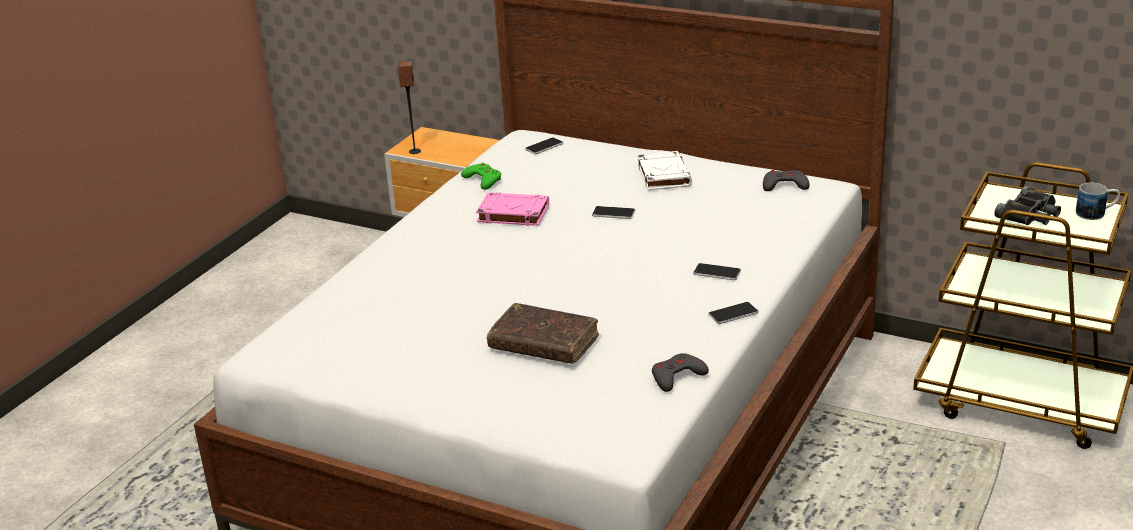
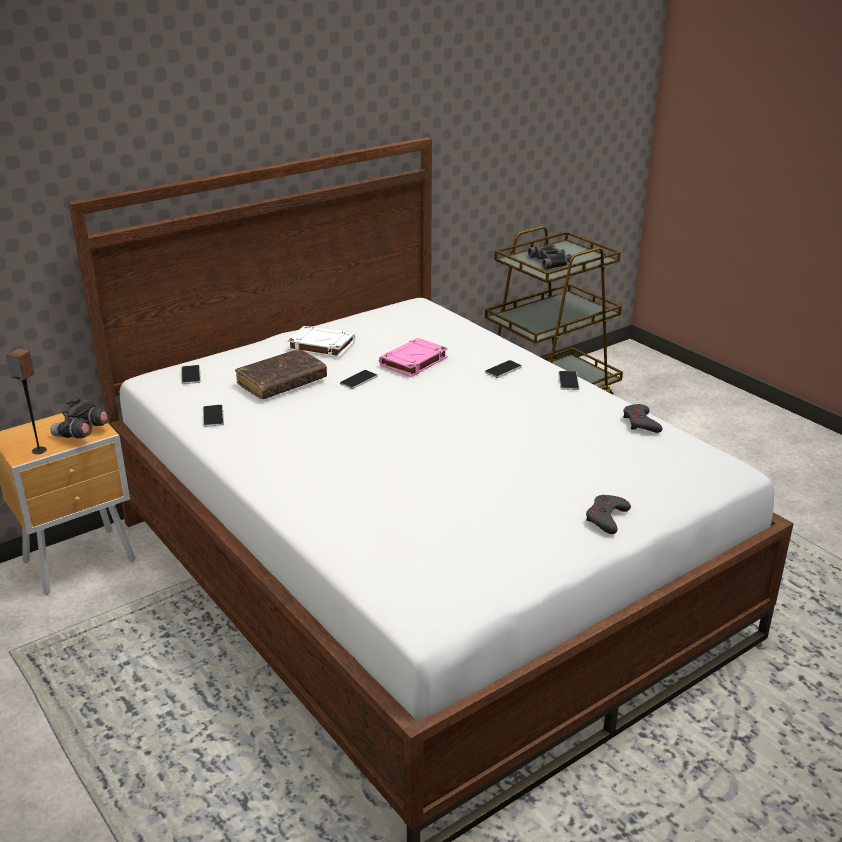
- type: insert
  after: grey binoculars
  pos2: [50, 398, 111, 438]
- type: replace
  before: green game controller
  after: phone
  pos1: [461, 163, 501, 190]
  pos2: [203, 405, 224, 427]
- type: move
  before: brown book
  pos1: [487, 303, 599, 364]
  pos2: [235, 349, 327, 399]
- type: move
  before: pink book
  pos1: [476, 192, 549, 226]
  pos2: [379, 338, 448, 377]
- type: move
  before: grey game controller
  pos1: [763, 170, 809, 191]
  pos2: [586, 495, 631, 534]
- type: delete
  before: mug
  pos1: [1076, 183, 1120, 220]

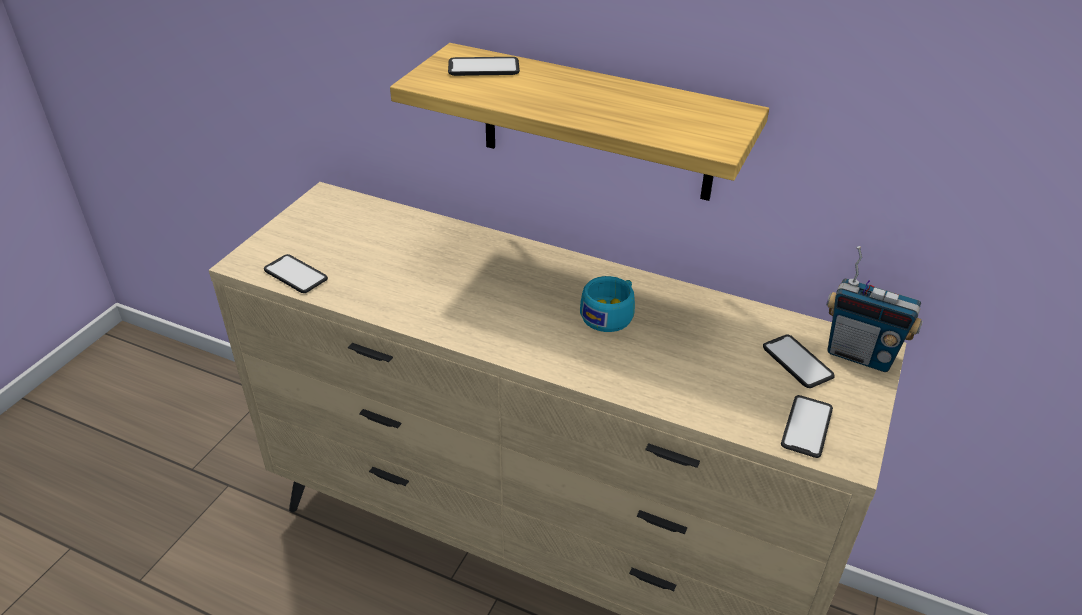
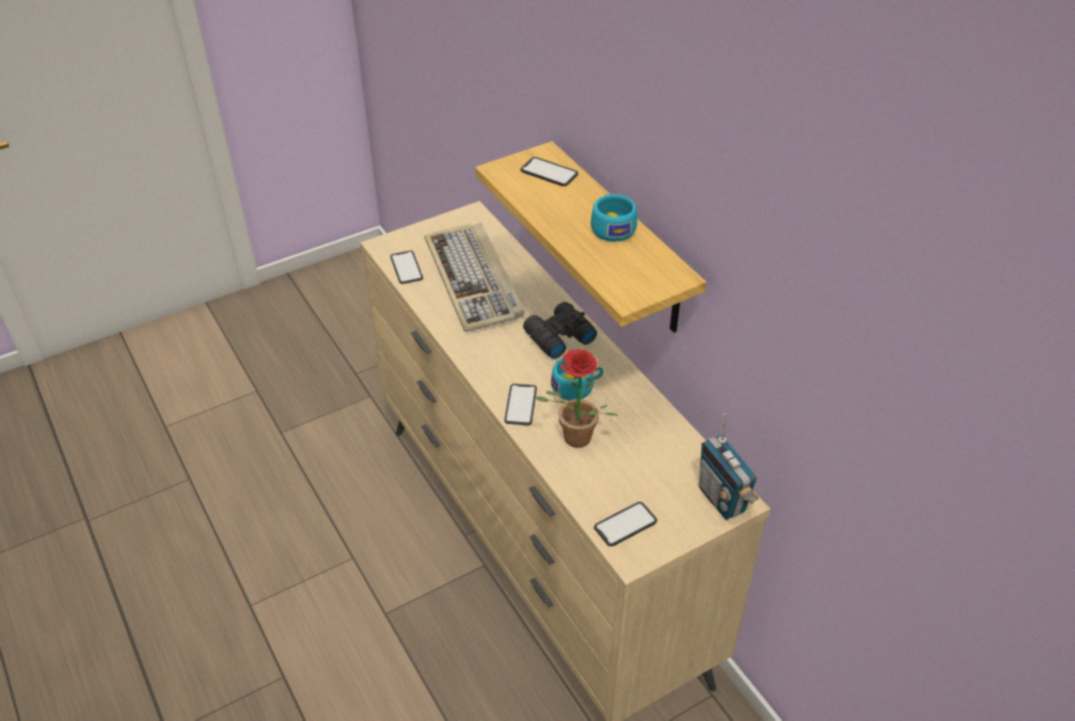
- type: insert
  after: keyboard
  pos2: [425, 223, 524, 332]
- type: move
  before: phone
  pos1: [763, 335, 835, 388]
  pos2: [504, 384, 537, 425]
- type: insert
  after: black binoculars
  pos2: [523, 302, 597, 359]
- type: insert
  after: potted plant
  pos2: [535, 349, 618, 448]
- type: insert
  after: turquoise cup
  pos2: [591, 194, 637, 242]

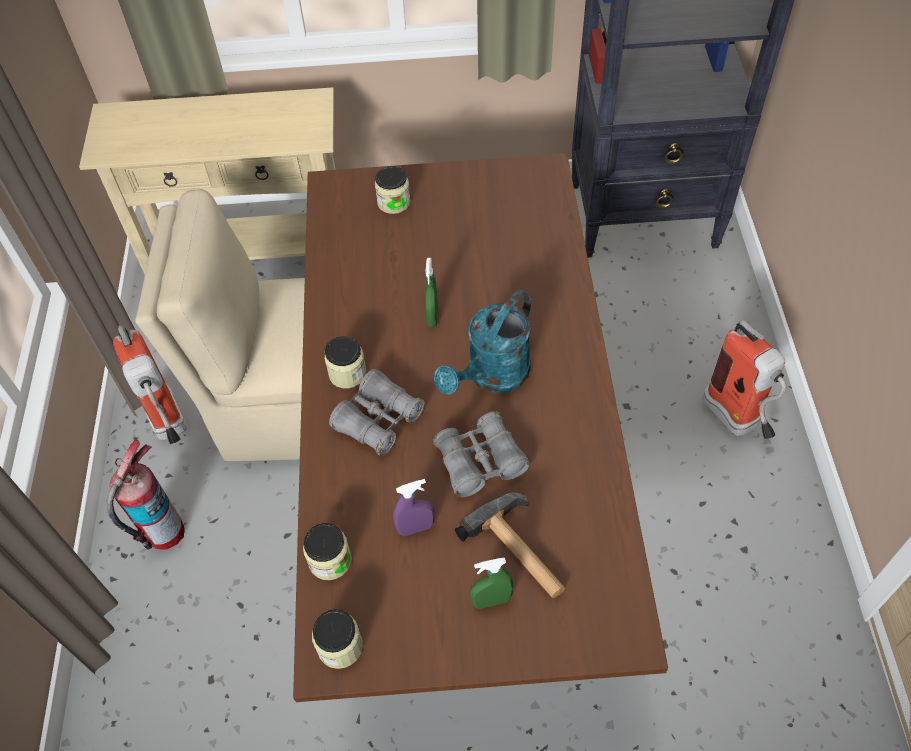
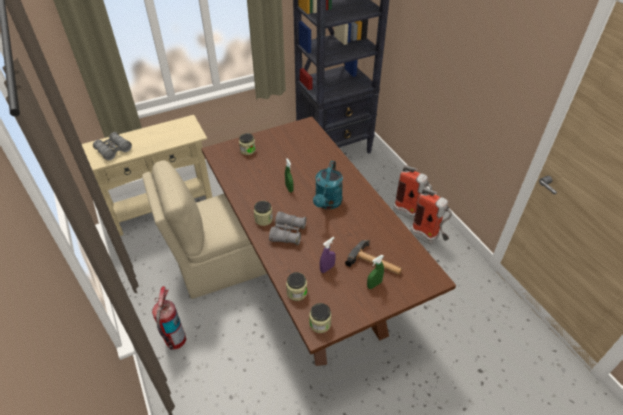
- type: move
  before: grey binoculars
  pos1: [433, 411, 530, 497]
  pos2: [93, 132, 132, 161]
- type: move
  before: fire extinguisher
  pos1: [113, 325, 187, 444]
  pos2: [410, 188, 452, 244]

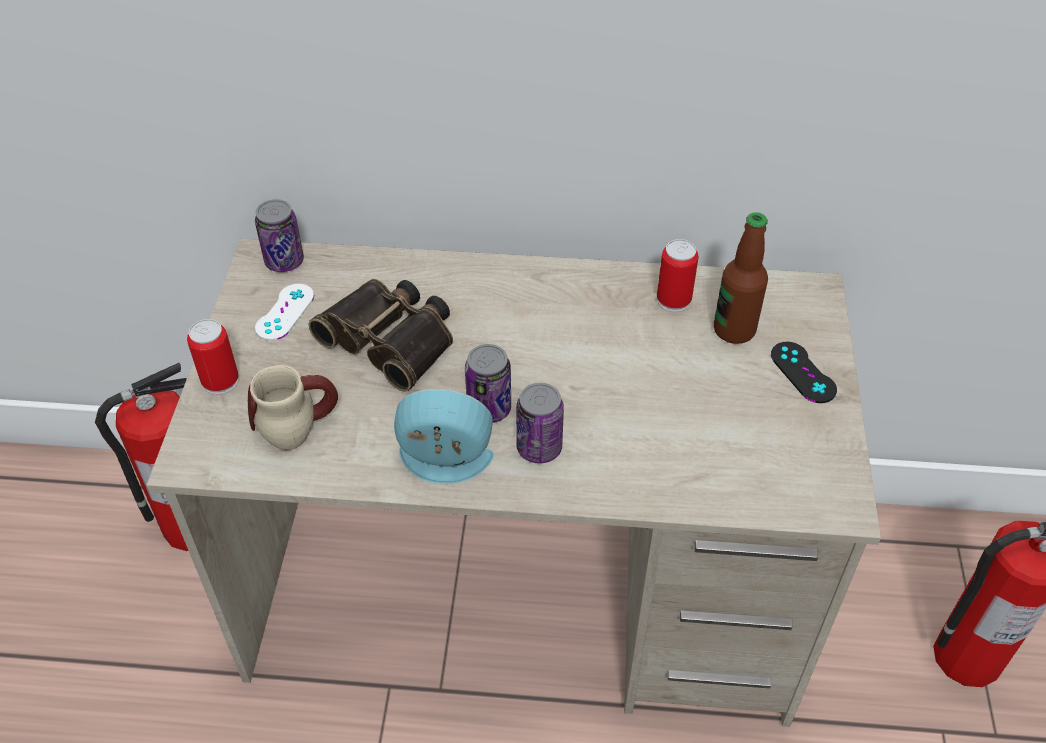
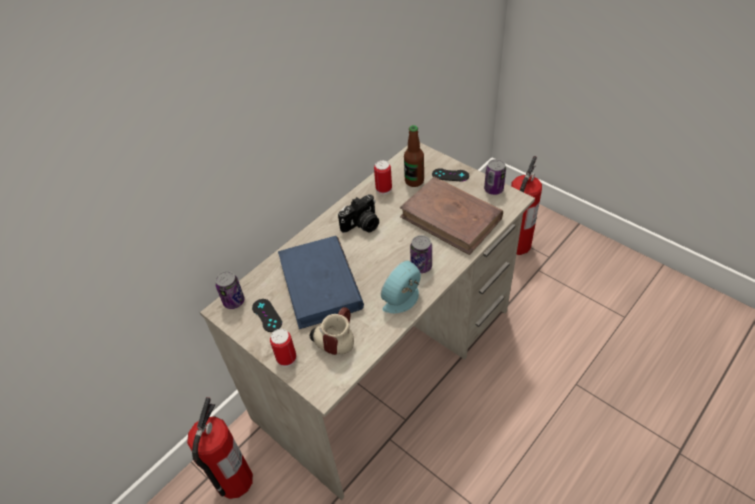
- type: recolor
  before: white game controller
  after: black game controller
  pos1: [255, 284, 314, 341]
  pos2: [252, 299, 282, 332]
- type: replace
  before: binoculars
  after: blue book
  pos1: [308, 279, 453, 392]
  pos2: [278, 236, 364, 329]
- type: insert
  after: photo camera
  pos2: [338, 194, 379, 233]
- type: insert
  after: brown book
  pos2: [400, 177, 503, 255]
- type: move
  before: can
  pos1: [465, 344, 511, 423]
  pos2: [484, 159, 506, 195]

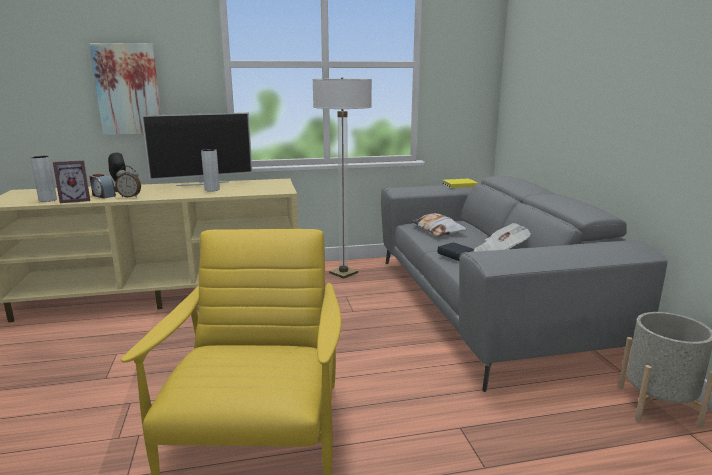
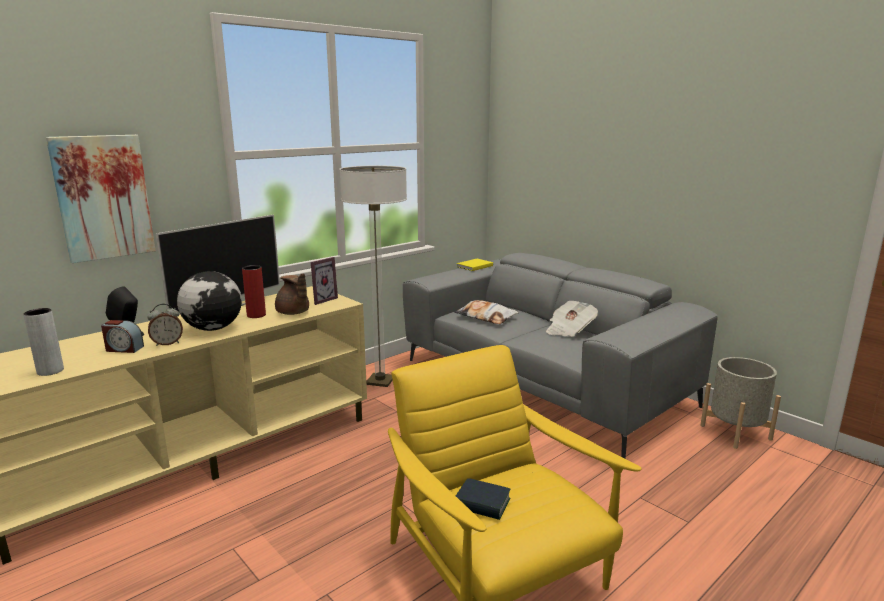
- type: insert
  after: globe
  pos2: [177, 271, 242, 331]
- type: recolor
  before: grey vase
  after: red vase
  pos1: [201, 149, 220, 191]
  pos2: [242, 265, 266, 318]
- type: insert
  after: brown teapot
  pos2: [275, 273, 309, 315]
- type: move
  before: picture frame
  pos1: [53, 160, 90, 203]
  pos2: [311, 257, 338, 305]
- type: move
  before: book
  pos1: [437, 242, 475, 261]
  pos2: [456, 478, 510, 520]

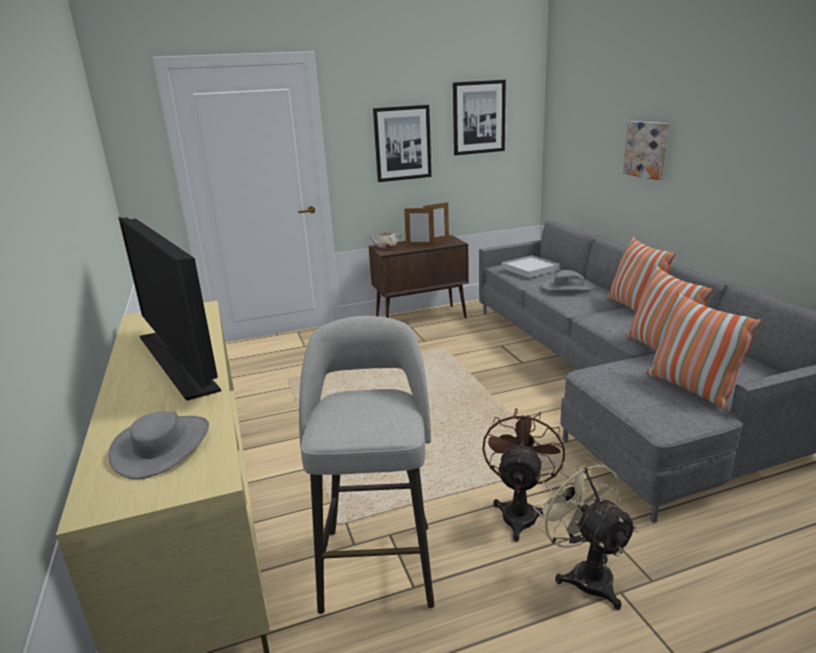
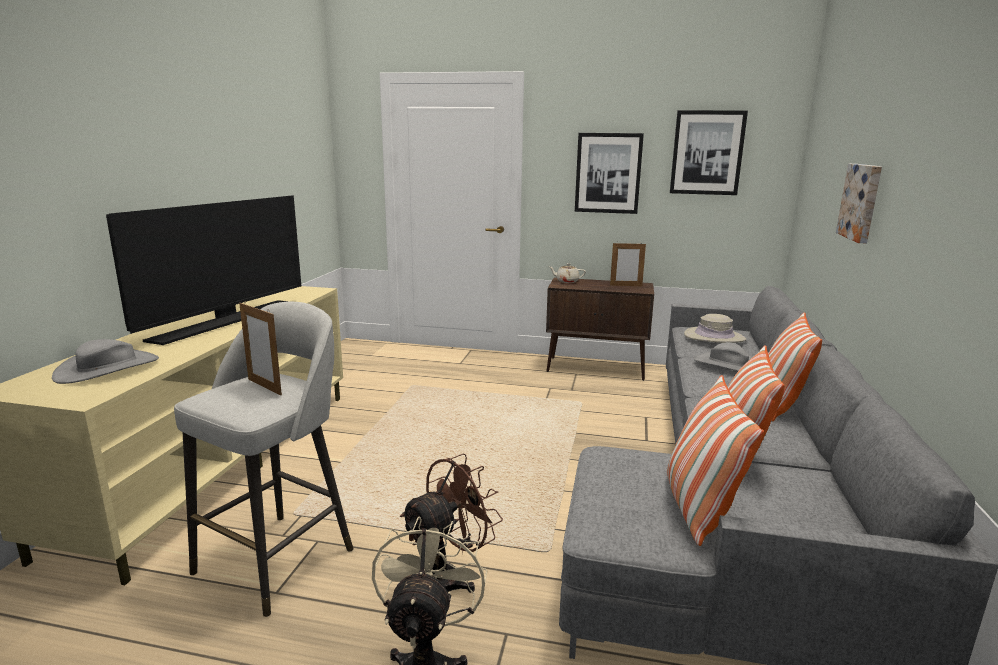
- type: rotate
  before: television
  pos1: [118, 217, 221, 401]
  pos2: [106, 195, 301, 345]
  turn: -150
- type: move
  before: picture frame
  pos1: [404, 208, 435, 246]
  pos2: [239, 301, 282, 395]
- type: replace
  before: white tray
  after: beige hat
  pos1: [502, 255, 560, 278]
  pos2: [684, 314, 746, 343]

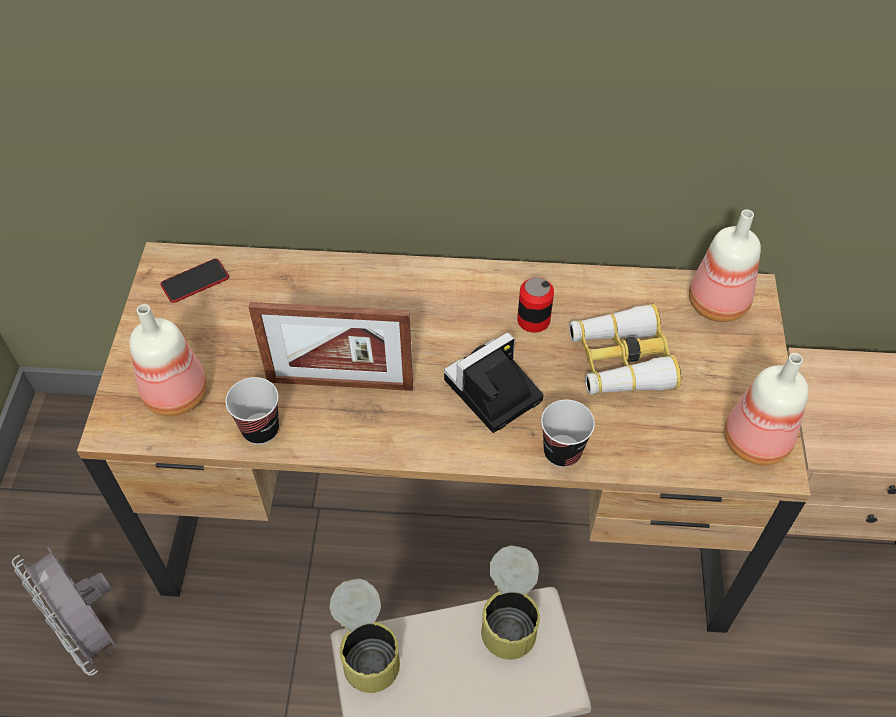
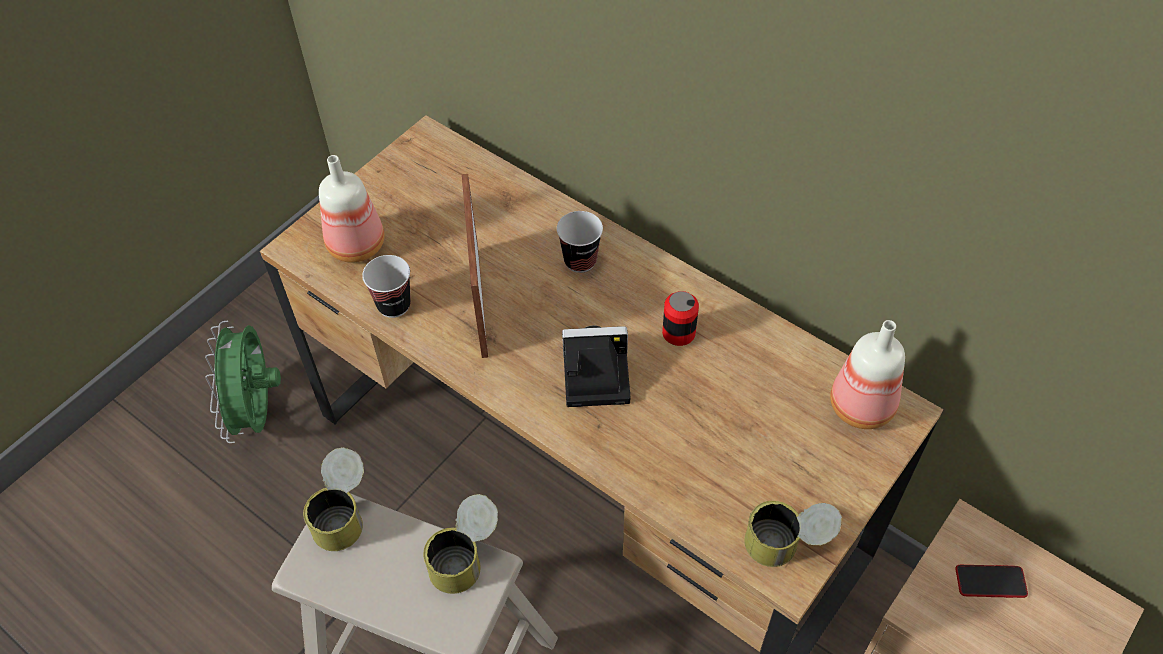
- type: recolor
  before: grey fan
  after: green fan
  pos1: [12, 547, 117, 676]
  pos2: [205, 321, 281, 443]
- type: rotate
  before: picture frame
  pos1: [248, 302, 413, 391]
  pos2: [462, 174, 488, 358]
  turn: 45
- type: move
  before: cup
  pos1: [541, 400, 595, 467]
  pos2: [557, 211, 603, 273]
- type: replace
  before: bottle
  after: can
  pos1: [724, 353, 809, 465]
  pos2: [744, 501, 842, 567]
- type: move
  before: phone
  pos1: [161, 259, 229, 303]
  pos2: [956, 565, 1028, 598]
- type: delete
  before: binoculars
  pos1: [569, 304, 681, 395]

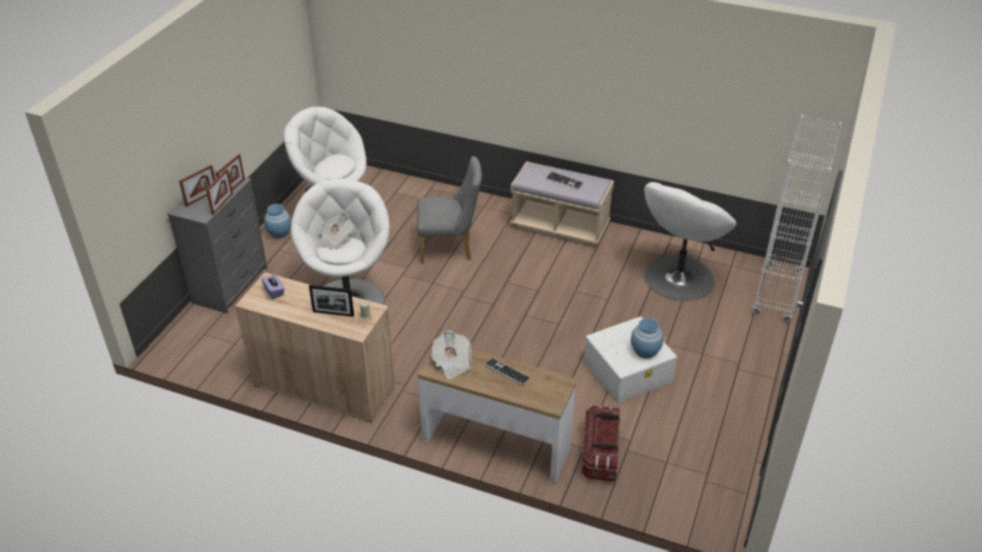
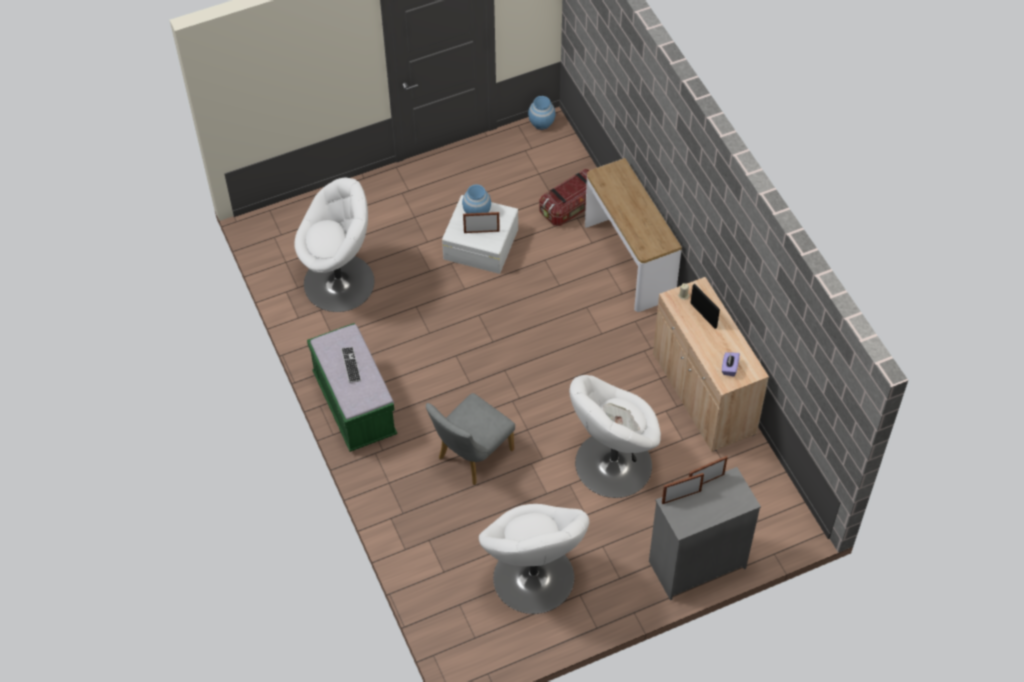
- type: recolor
  before: beige bench
  after: green bench
  pos1: [510, 161, 614, 246]
  pos2: [307, 323, 397, 452]
- type: rotate
  before: grey chair
  pos1: [417, 156, 482, 263]
  pos2: [426, 393, 515, 485]
  turn: -90
- type: move
  before: picture frame
  pos1: [179, 165, 215, 207]
  pos2: [463, 212, 500, 233]
- type: move
  before: blue vase
  pos1: [264, 204, 291, 238]
  pos2: [528, 96, 556, 130]
- type: delete
  before: newspaper
  pos1: [431, 330, 472, 379]
- type: delete
  before: keyboard
  pos1: [484, 358, 530, 385]
- type: delete
  before: white bookcase
  pos1: [753, 115, 842, 322]

